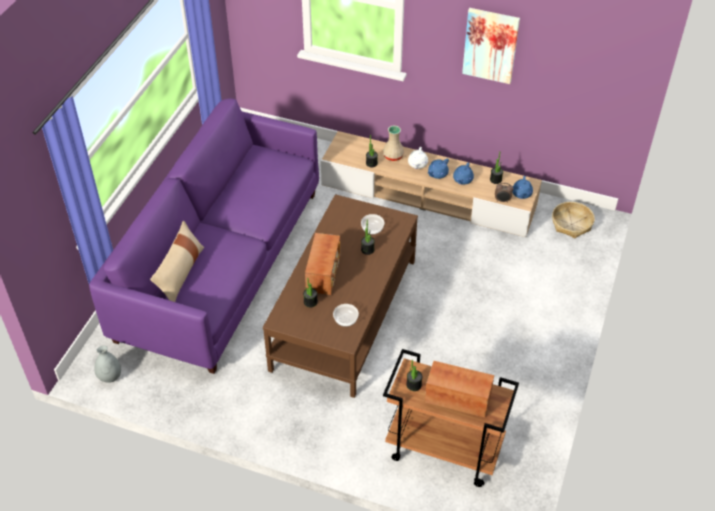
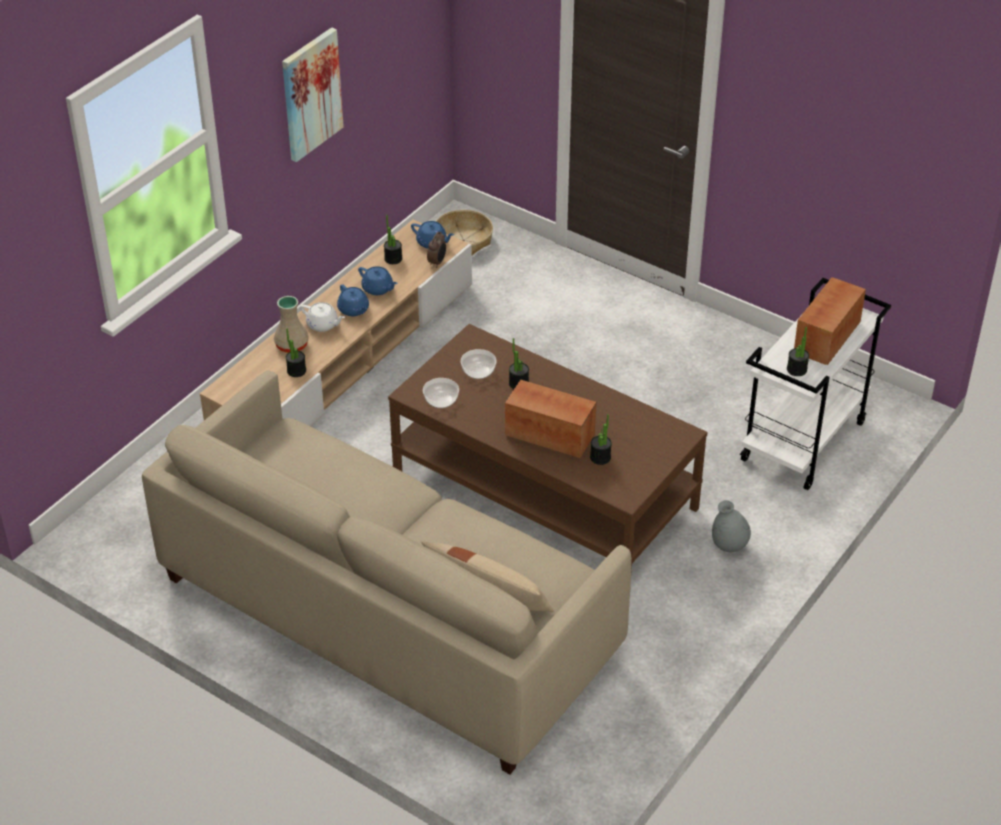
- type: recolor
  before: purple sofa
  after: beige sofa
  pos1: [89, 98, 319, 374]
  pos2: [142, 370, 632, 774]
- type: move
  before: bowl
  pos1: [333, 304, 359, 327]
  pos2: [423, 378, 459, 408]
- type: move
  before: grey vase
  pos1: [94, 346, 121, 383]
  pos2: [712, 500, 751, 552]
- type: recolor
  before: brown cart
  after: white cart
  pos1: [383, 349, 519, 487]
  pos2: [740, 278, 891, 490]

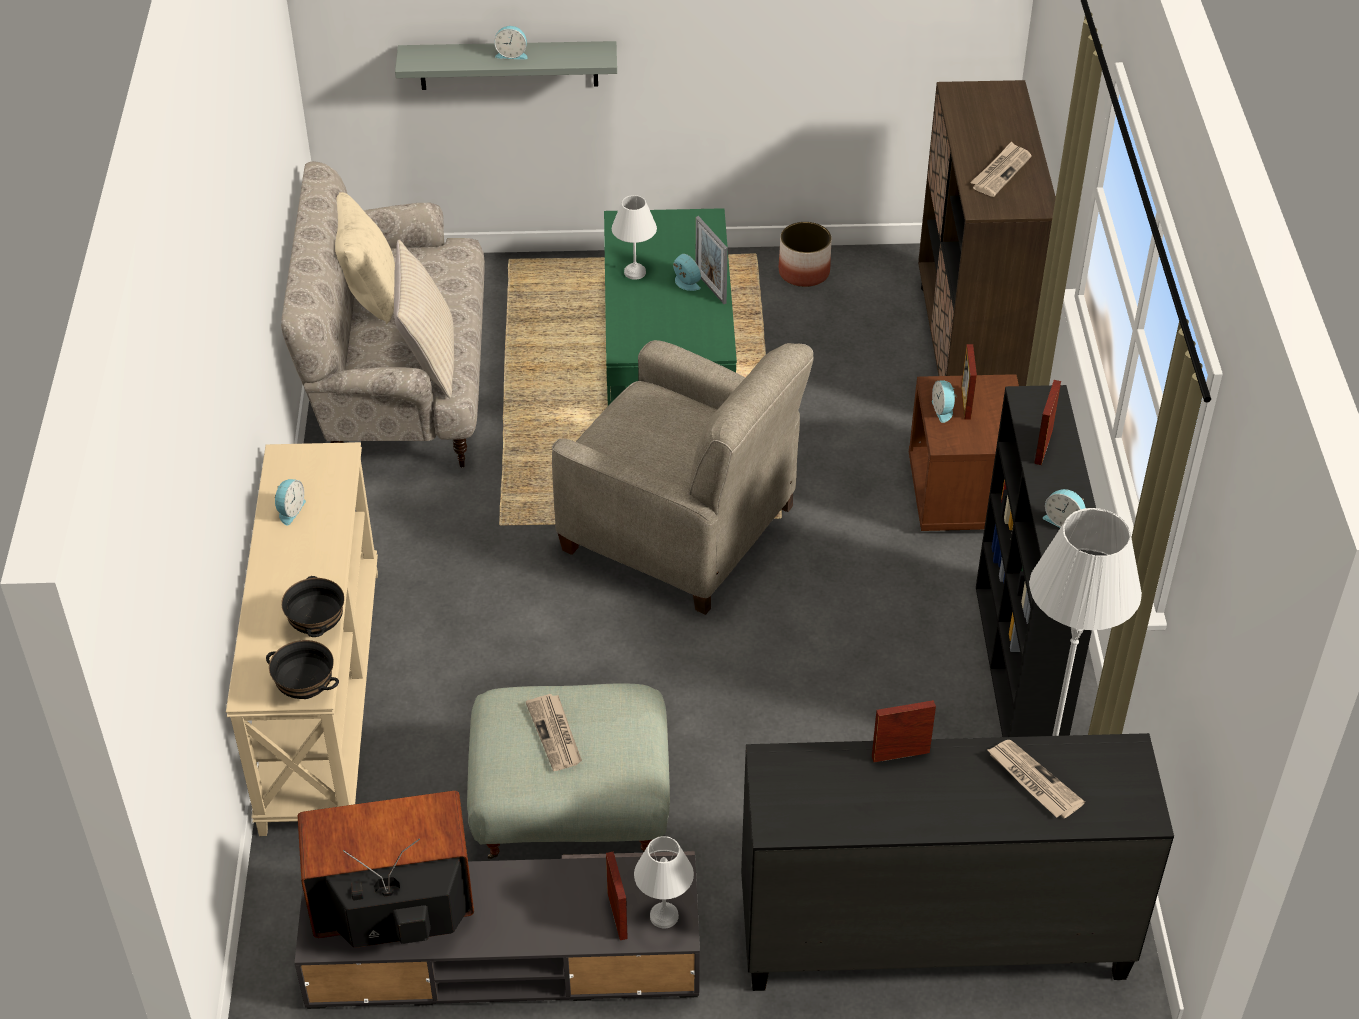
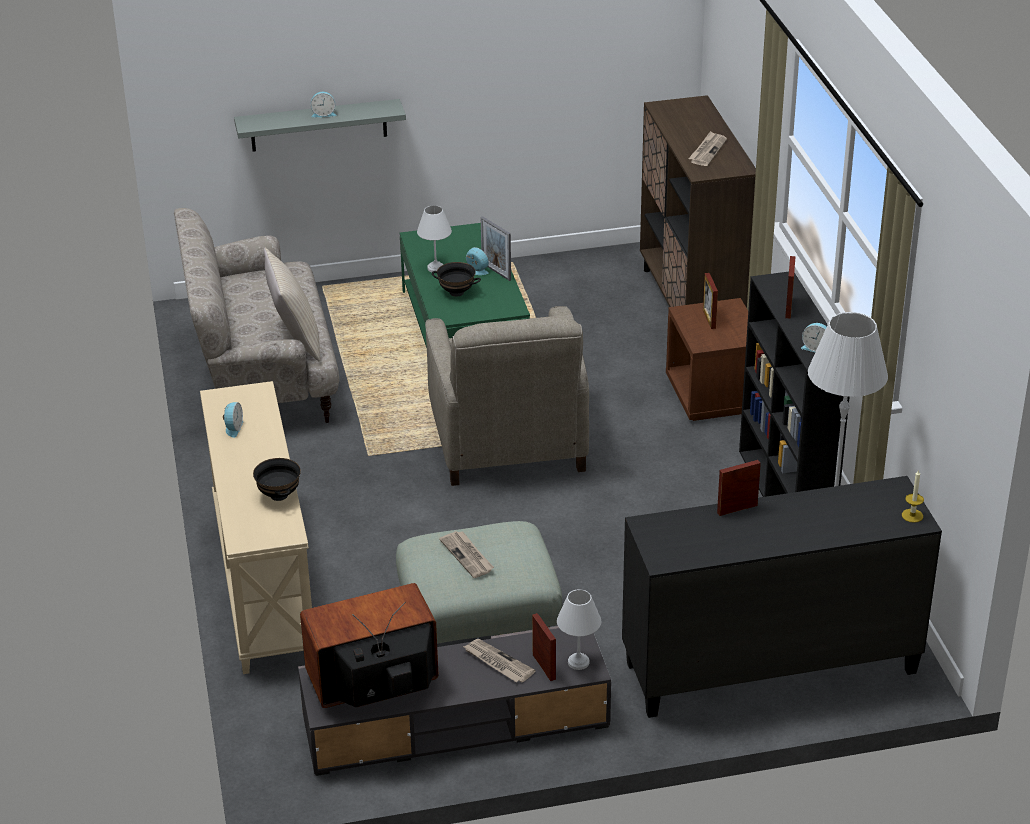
- type: rotate
  before: beige armchair
  pos1: [552, 340, 814, 615]
  pos2: [425, 306, 589, 486]
  turn: 60
- type: move
  before: black bowl
  pos1: [266, 640, 339, 699]
  pos2: [432, 262, 481, 297]
- type: move
  before: newspaper
  pos1: [988, 740, 1085, 818]
  pos2: [463, 639, 536, 683]
- type: insert
  after: candle
  pos2: [902, 469, 924, 523]
- type: delete
  before: beige pillow
  pos1: [335, 192, 395, 324]
- type: delete
  before: planter
  pos1: [779, 222, 832, 287]
- type: delete
  before: alarm clock
  pos1: [932, 381, 957, 423]

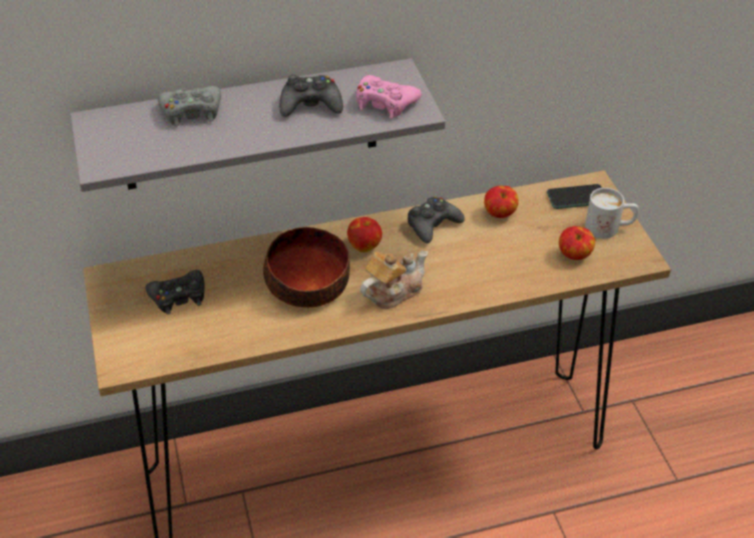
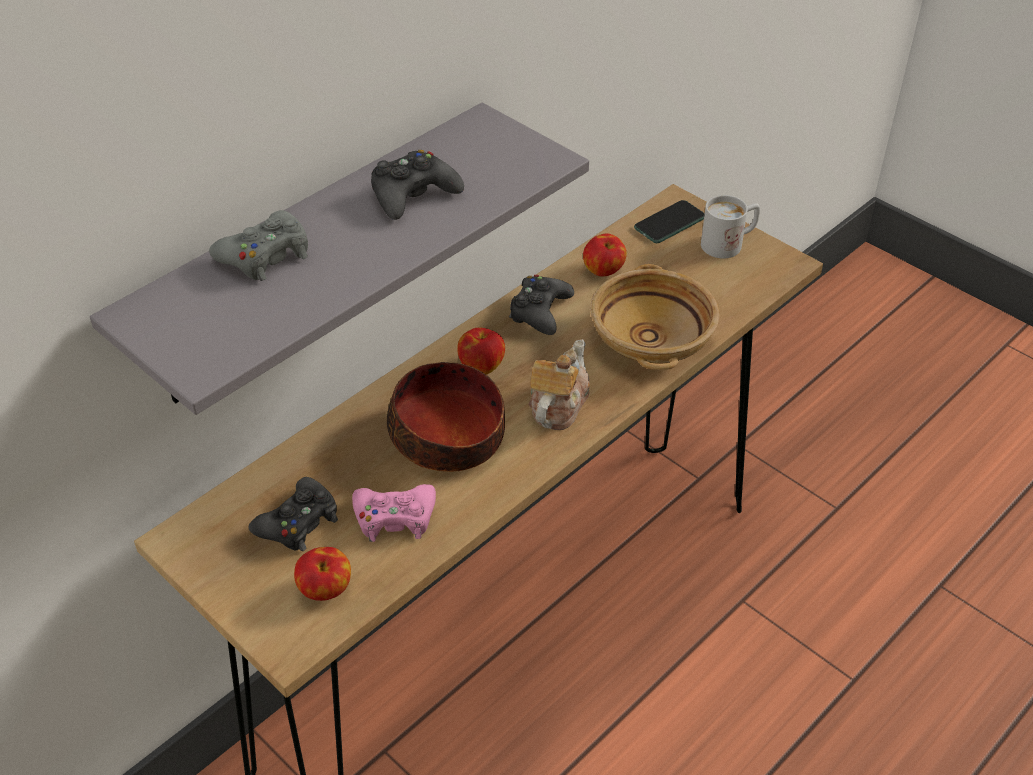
- type: move
  before: apple
  pos1: [559, 226, 595, 260]
  pos2: [294, 547, 351, 601]
- type: move
  before: pink game controller
  pos1: [356, 75, 421, 118]
  pos2: [352, 484, 436, 542]
- type: insert
  after: beige bowl
  pos2: [590, 264, 719, 370]

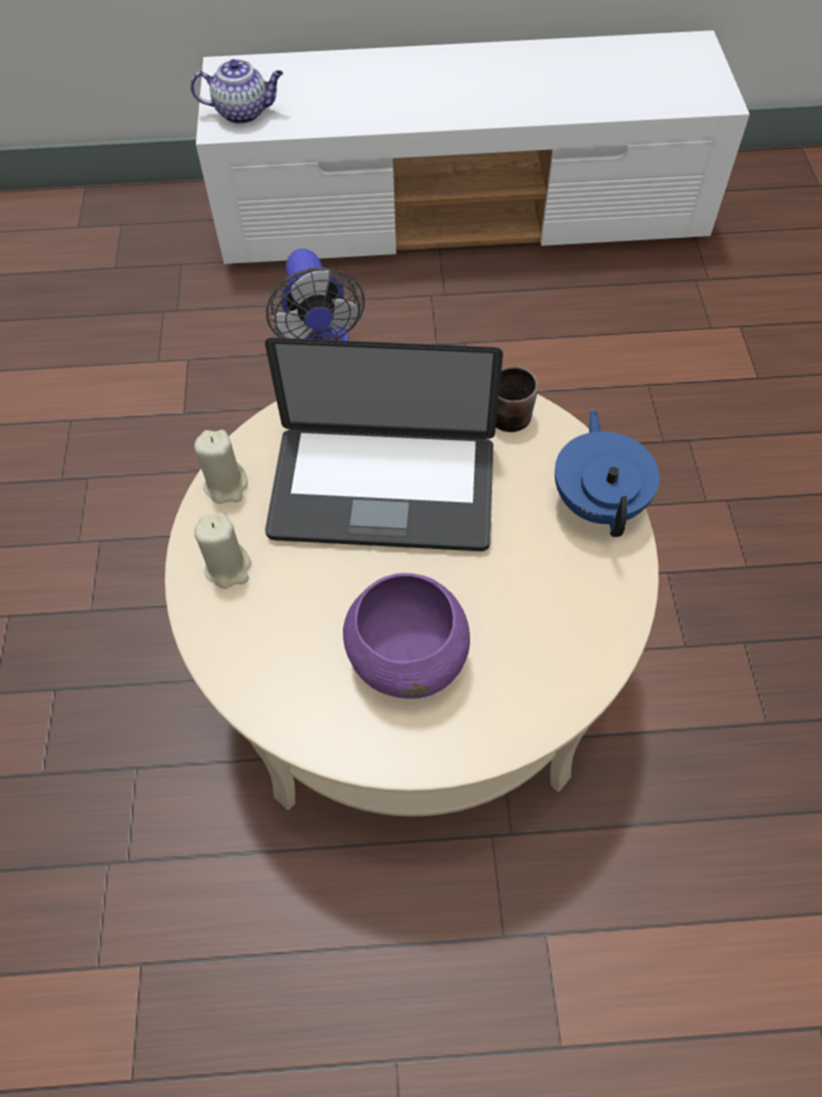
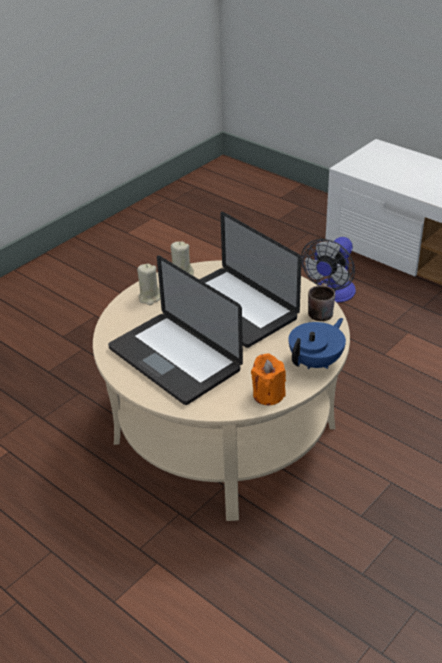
- type: replace
  before: purple bowl
  after: laptop
  pos1: [343, 573, 470, 699]
  pos2: [108, 255, 243, 405]
- type: insert
  after: orange candle
  pos2: [251, 353, 286, 406]
- type: delete
  before: teapot
  pos1: [190, 59, 283, 124]

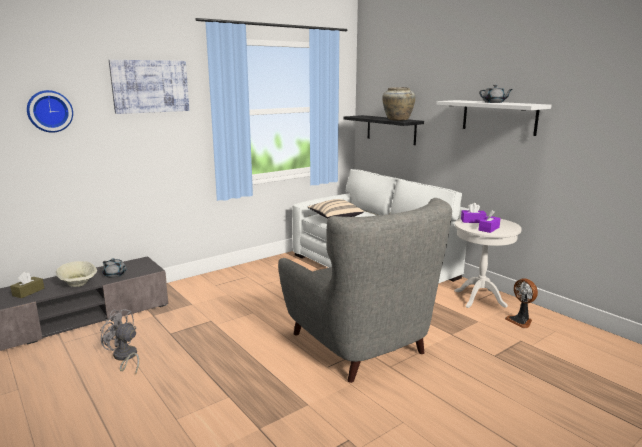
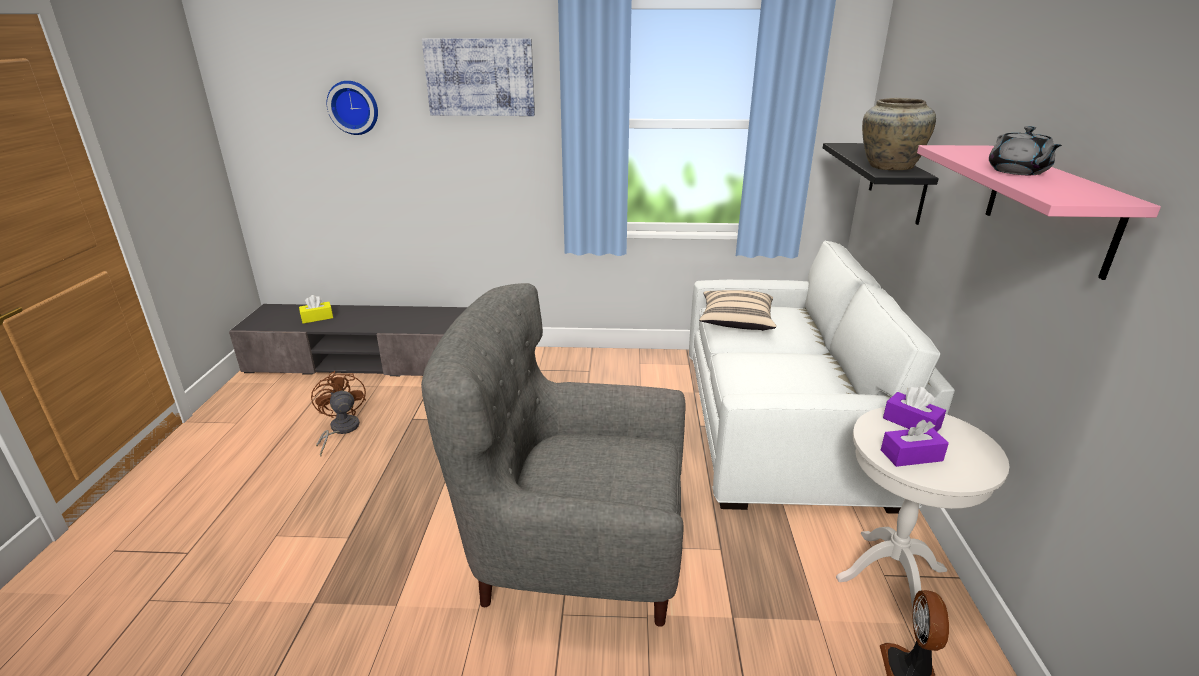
- type: recolor
  before: brown tissue box
  after: yellow tissue box
  pos1: [10, 272, 44, 298]
  pos2: [299, 295, 333, 324]
- type: recolor
  before: grey fan
  after: brown fan
  pos1: [100, 309, 139, 374]
  pos2: [311, 371, 366, 457]
- type: rotate
  before: grey armchair
  pos1: [278, 198, 452, 383]
  pos2: [421, 283, 686, 627]
  turn: 90
- type: recolor
  before: white shelf
  after: pink shelf
  pos1: [436, 100, 552, 136]
  pos2: [917, 145, 1161, 280]
- type: delete
  before: beige bowl
  pos1: [56, 261, 97, 287]
- type: delete
  before: grey teapot
  pos1: [102, 258, 126, 278]

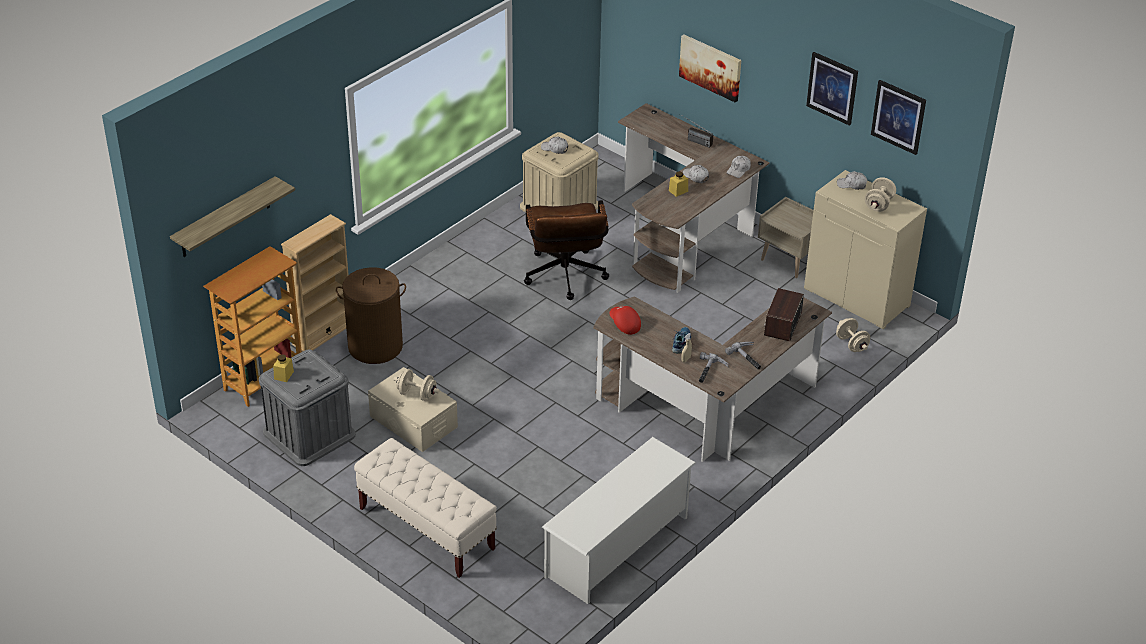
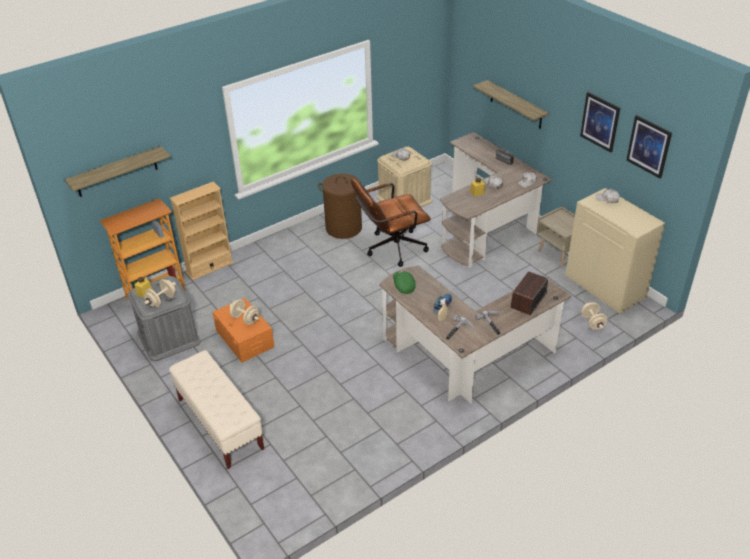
- type: move
  before: beige dumbbell
  pos1: [865, 177, 896, 212]
  pos2: [144, 279, 176, 307]
- type: recolor
  before: beige storage box
  after: orange storage box
  pos1: [368, 367, 458, 452]
  pos2: [213, 298, 275, 362]
- type: move
  before: brown laundry basket
  pos1: [336, 267, 406, 364]
  pos2: [318, 173, 365, 239]
- type: rotate
  before: brown office chair
  pos1: [524, 200, 609, 300]
  pos2: [351, 179, 431, 267]
  turn: 60
- type: recolor
  before: red cap
  after: green cap
  pos1: [610, 306, 641, 335]
  pos2: [393, 271, 416, 294]
- type: replace
  before: picture
  after: shelf
  pos1: [679, 35, 741, 103]
  pos2: [473, 80, 549, 129]
- type: delete
  before: white shoe rack
  pos1: [542, 437, 696, 604]

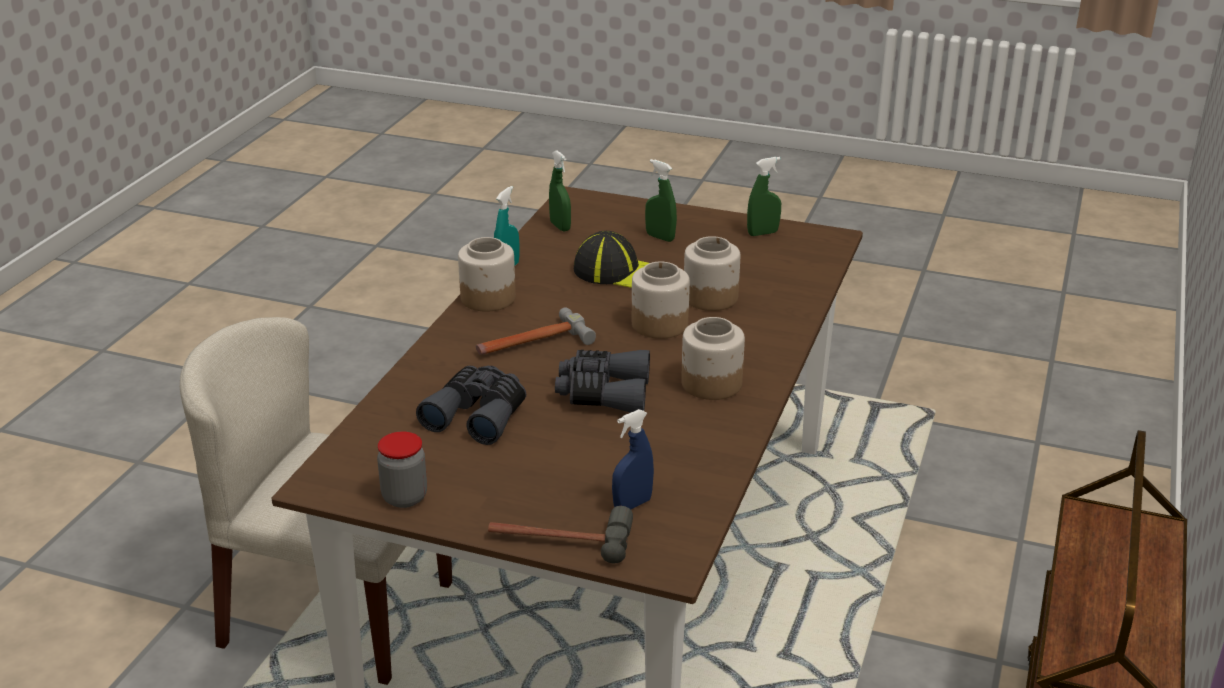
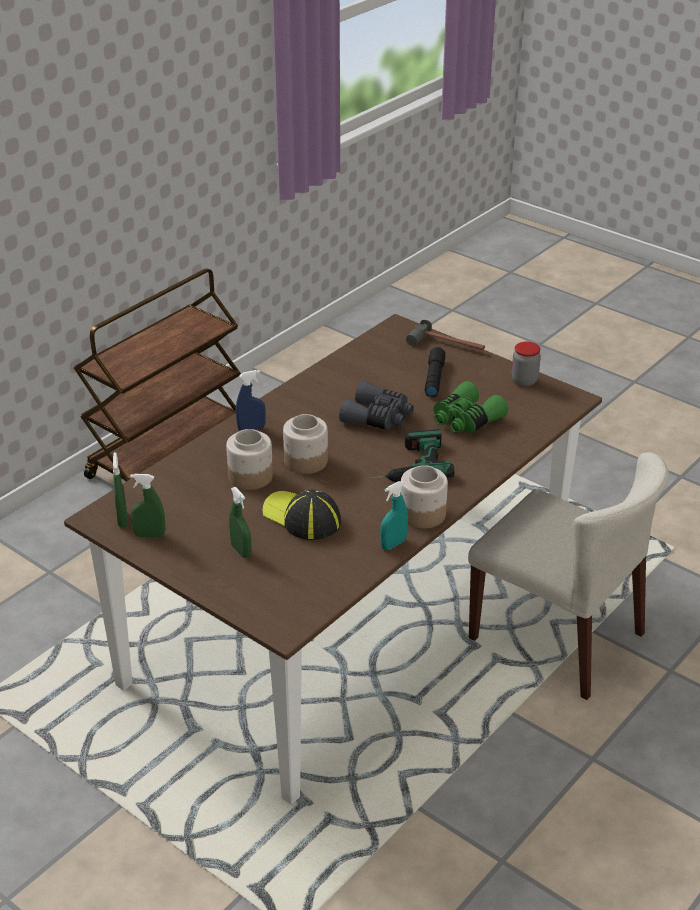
- type: move
  before: green spray bottle
  pos1: [549, 150, 571, 232]
  pos2: [113, 452, 127, 527]
- type: move
  before: blue spray bottle
  pos1: [612, 409, 654, 509]
  pos2: [236, 370, 266, 431]
- type: replace
  before: hammer
  after: power drill
  pos1: [476, 307, 596, 355]
  pos2: [371, 429, 454, 482]
- type: insert
  after: black flashlight
  pos2: [425, 347, 445, 397]
- type: recolor
  before: grey binoculars
  after: green binoculars
  pos1: [416, 365, 526, 445]
  pos2: [433, 381, 508, 433]
- type: delete
  before: jar
  pos1: [681, 317, 745, 400]

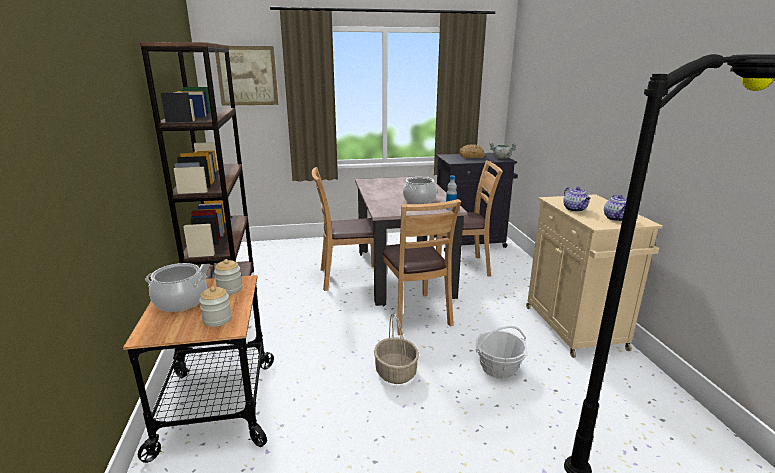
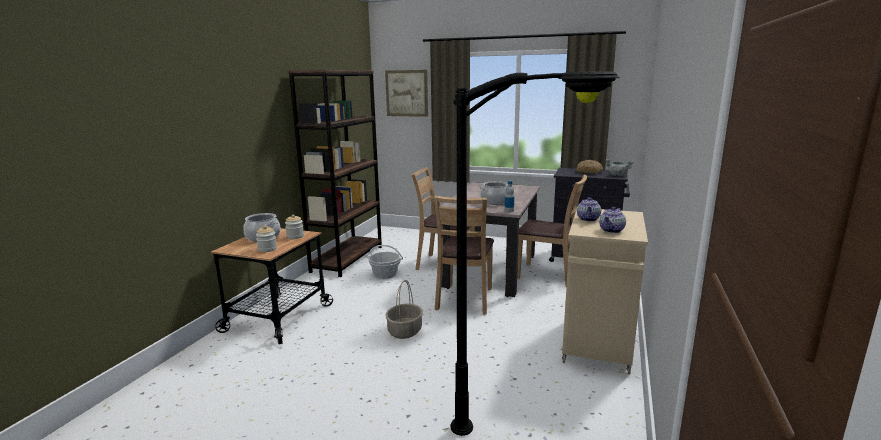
- type: move
  before: basket
  pos1: [476, 326, 527, 379]
  pos2: [366, 245, 403, 279]

